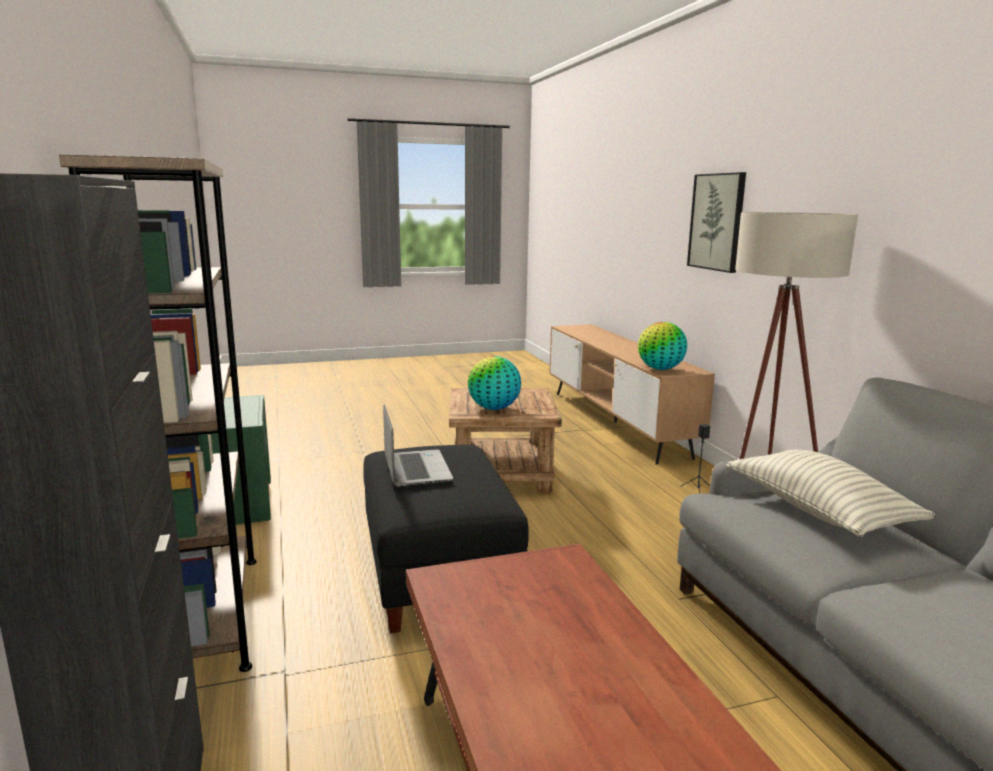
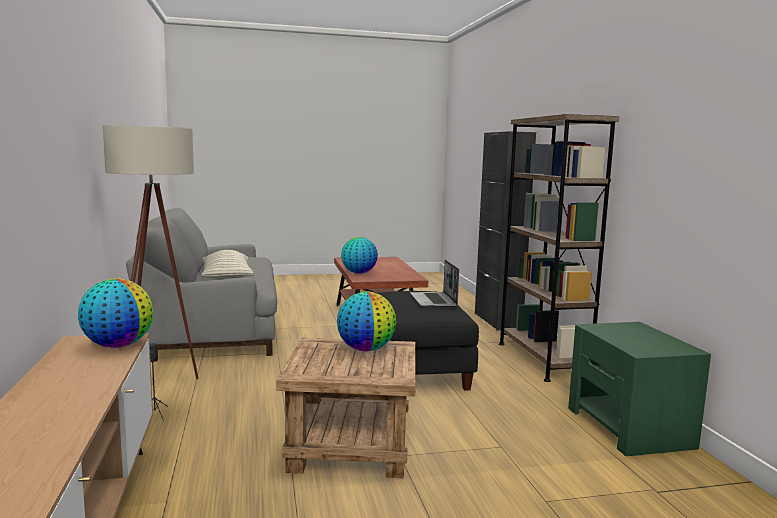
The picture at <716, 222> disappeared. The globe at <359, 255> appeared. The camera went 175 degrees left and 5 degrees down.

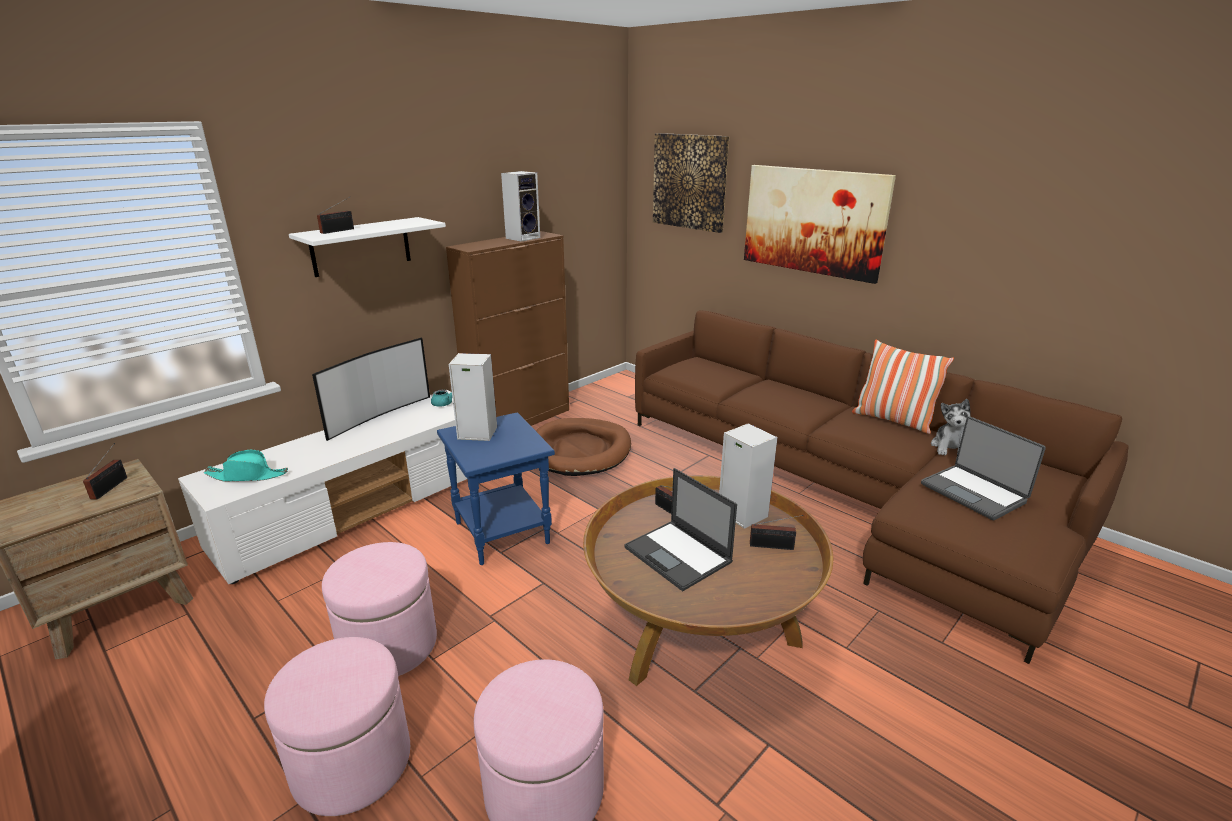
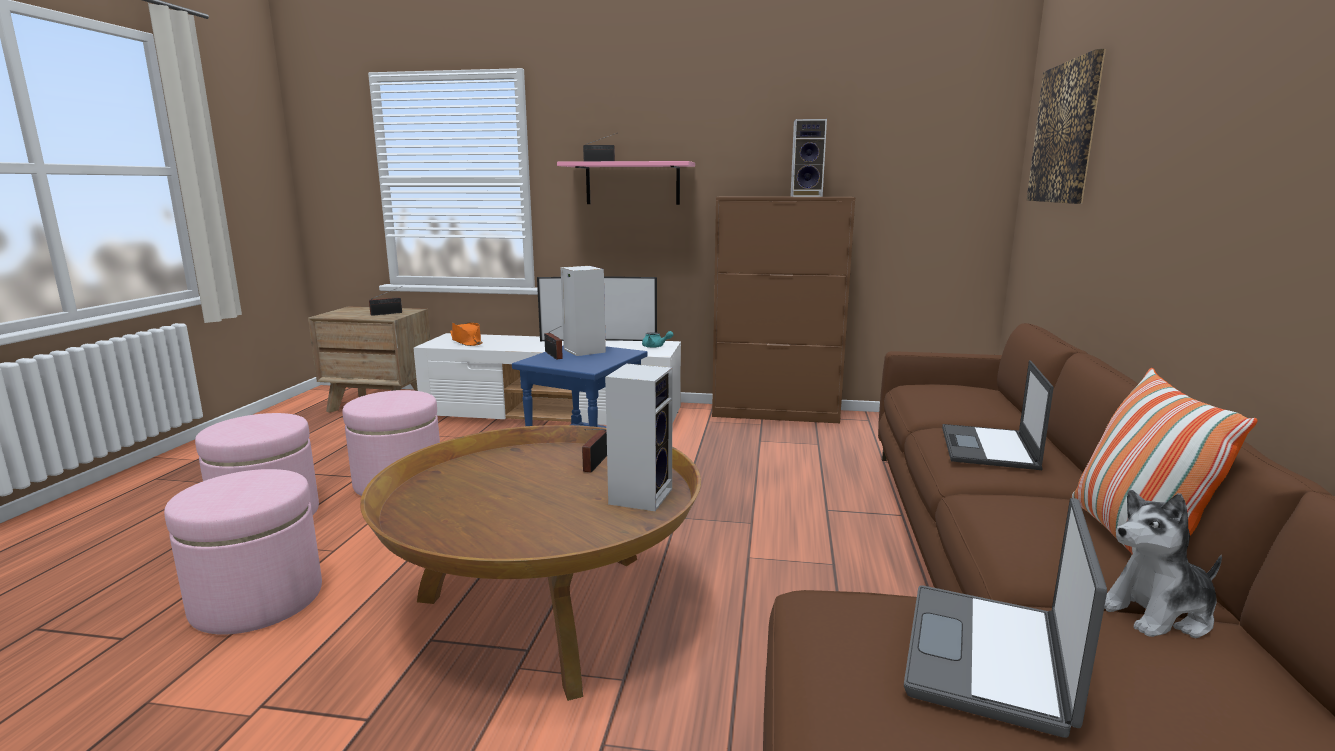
The hat (turquoise) at <246, 466> became the hat (orange) at <466, 334>. The shelf (white) at <367, 247> became the shelf (pink) at <626, 183>. The dog bed (brown) at <583, 447> disappeared. The laptop moved from <680, 529> to <998, 415>. The picture at <820, 224> disappeared. The radio moved from <776, 532> to <553, 343>. The camera went 55 degrees right and 10 degrees down.

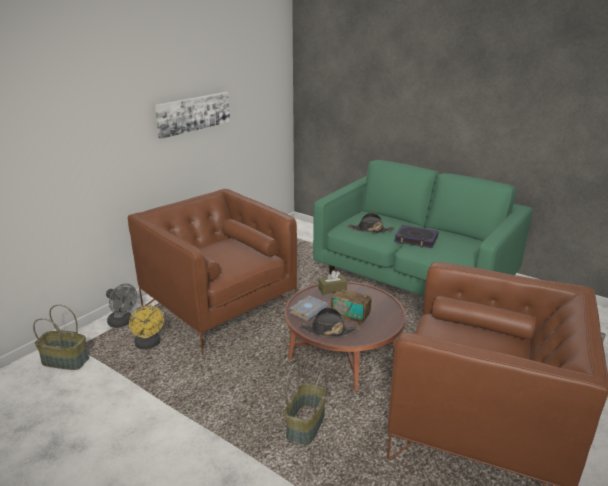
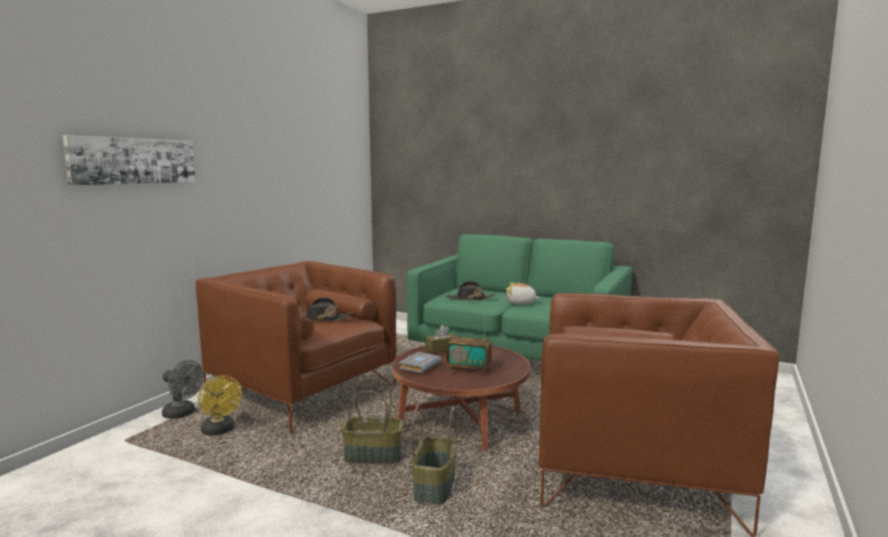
The basket moved from <61, 337> to <372, 421>. The picture moved from <192, 115> to <129, 160>. The hat (black) moved from <328, 322> to <327, 309>. The book at <416, 236> was replaced by the plush toy at <523, 293>. The camera went 10 degrees left and 15 degrees down.

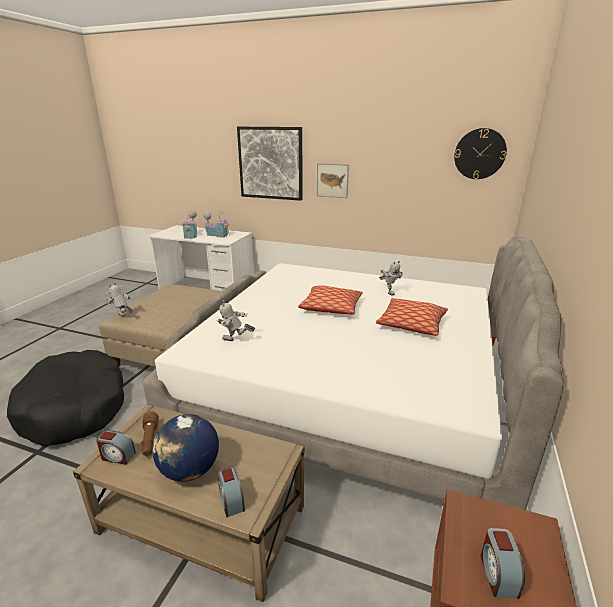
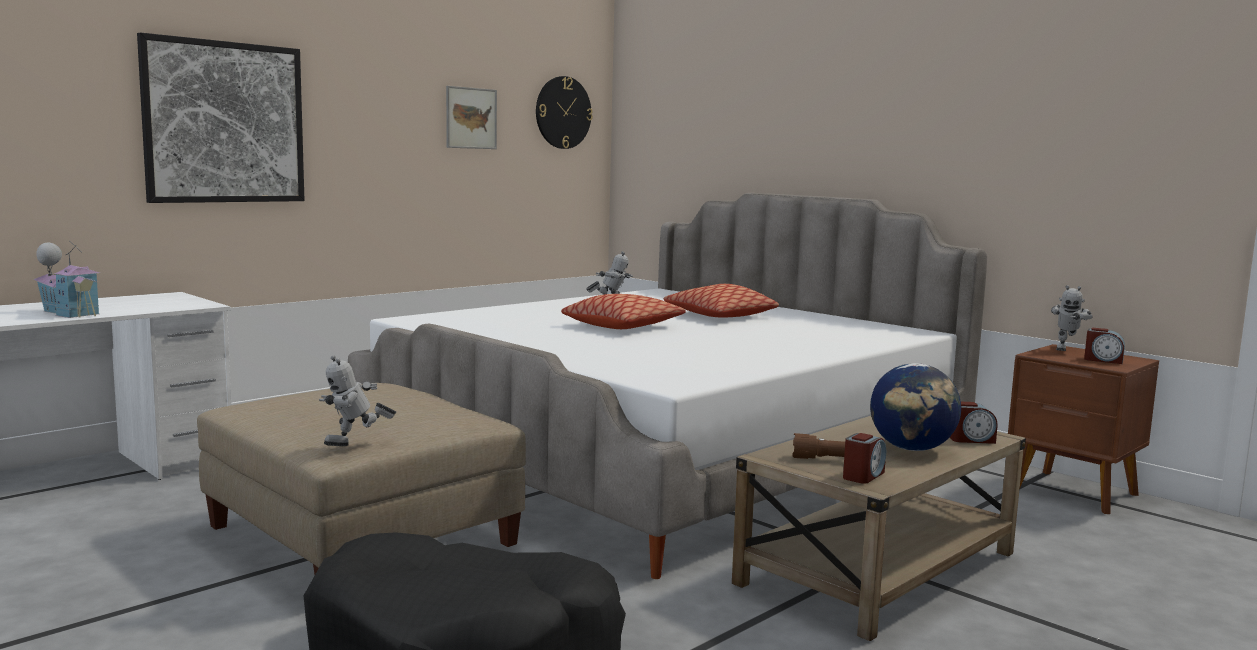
The toy house at <217, 224> disappeared. The toy robot moved from <235, 320> to <1072, 318>. The picture moved from <333, 180> to <471, 117>. The camera went 65 degrees left and 15 degrees down.

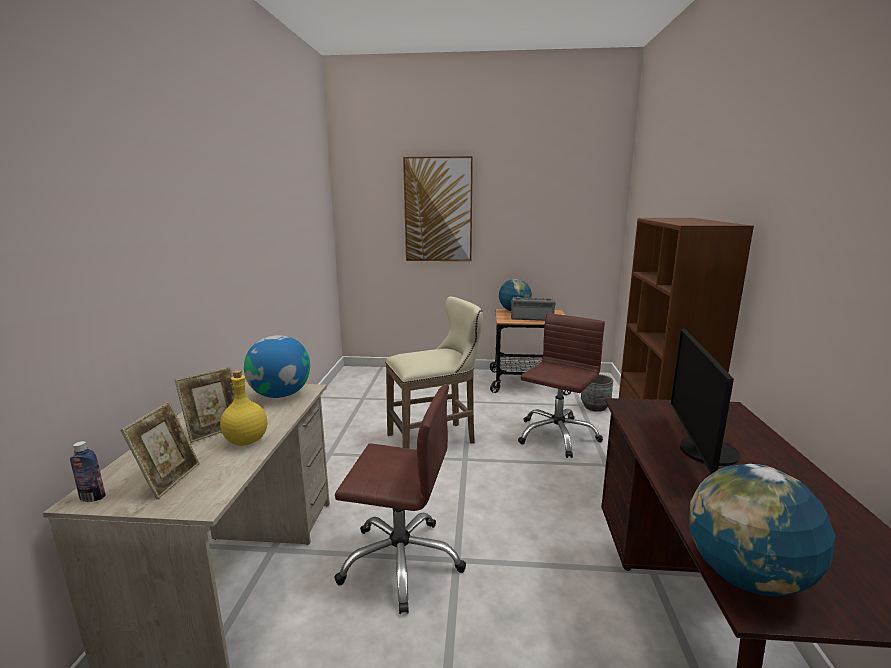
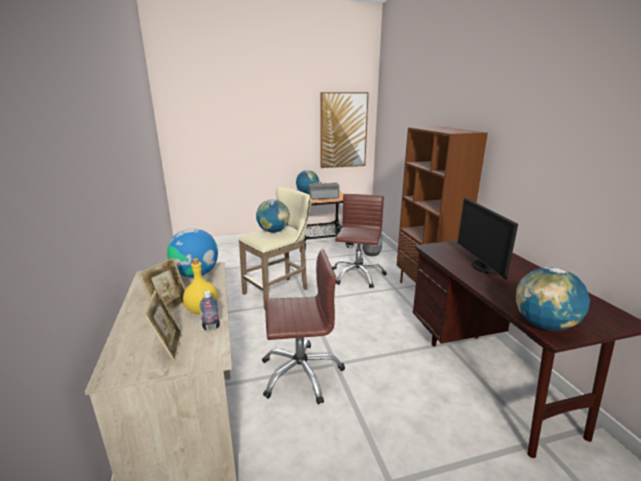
The bottle moved from <88, 471> to <209, 311>. The picture moved from <438, 208> to <345, 130>. The globe at <273, 216> appeared. The camera went 20 degrees left and 5 degrees up.

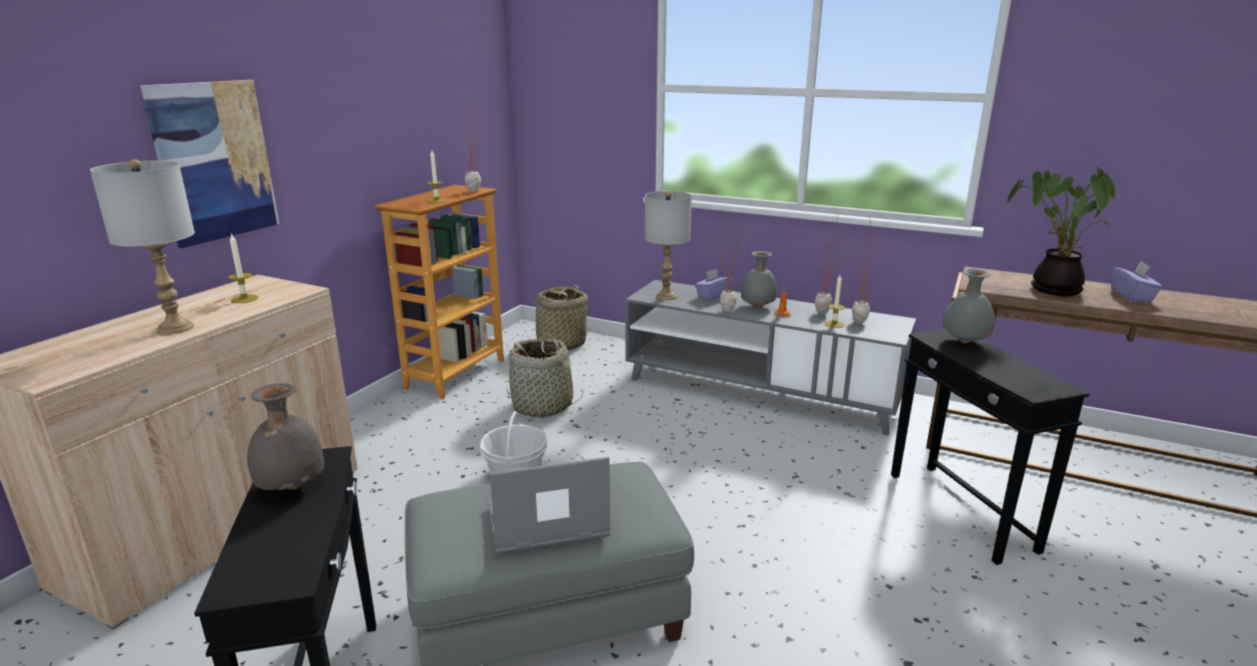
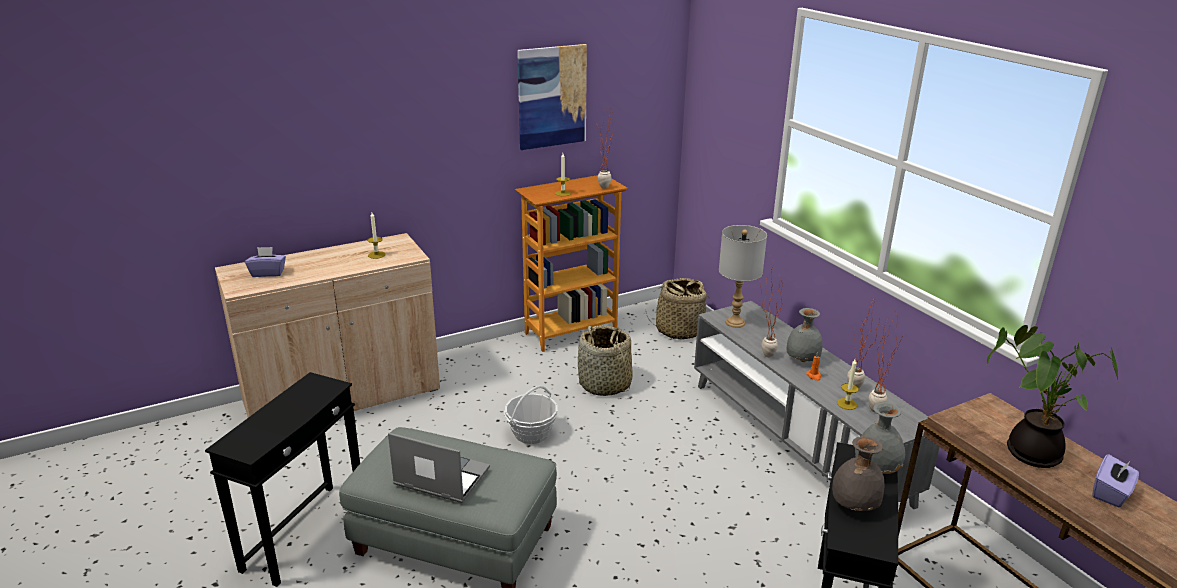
The table lamp (grey) at <142, 247> disappeared. The picture moved from <209, 164> to <552, 97>. The vase (grey) moved from <285, 436> to <858, 473>. The tissue box (purple) moved from <713, 285> to <265, 262>. The camera went 35 degrees right and 5 degrees up.

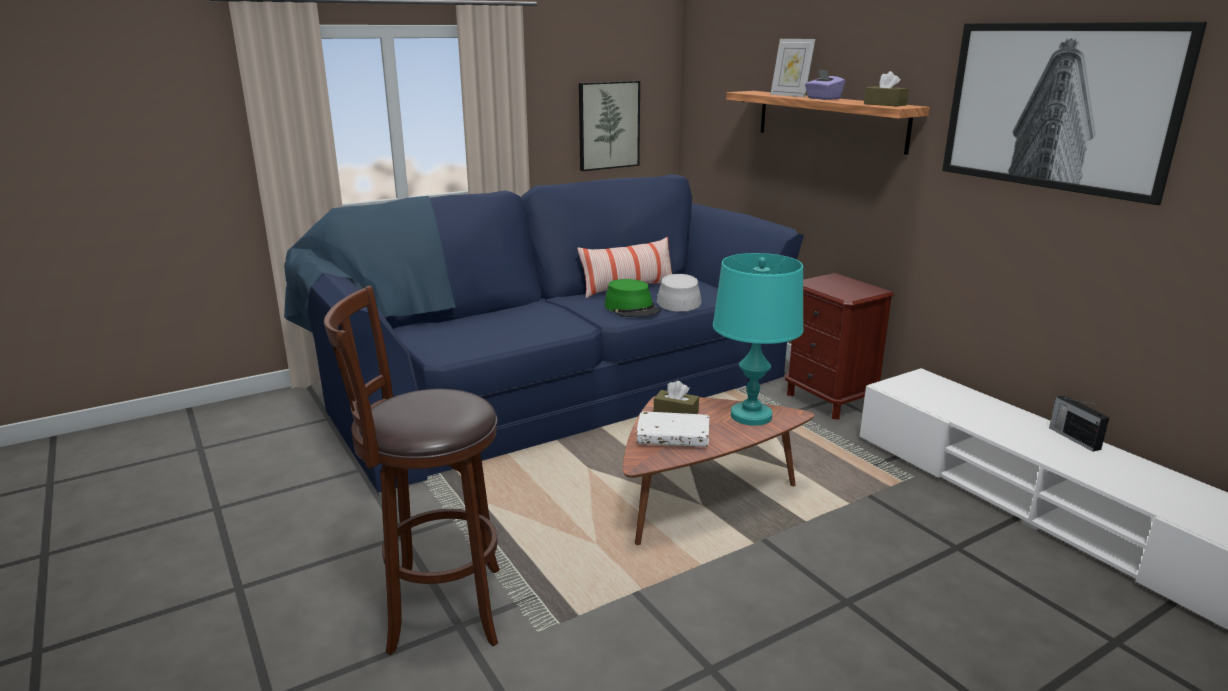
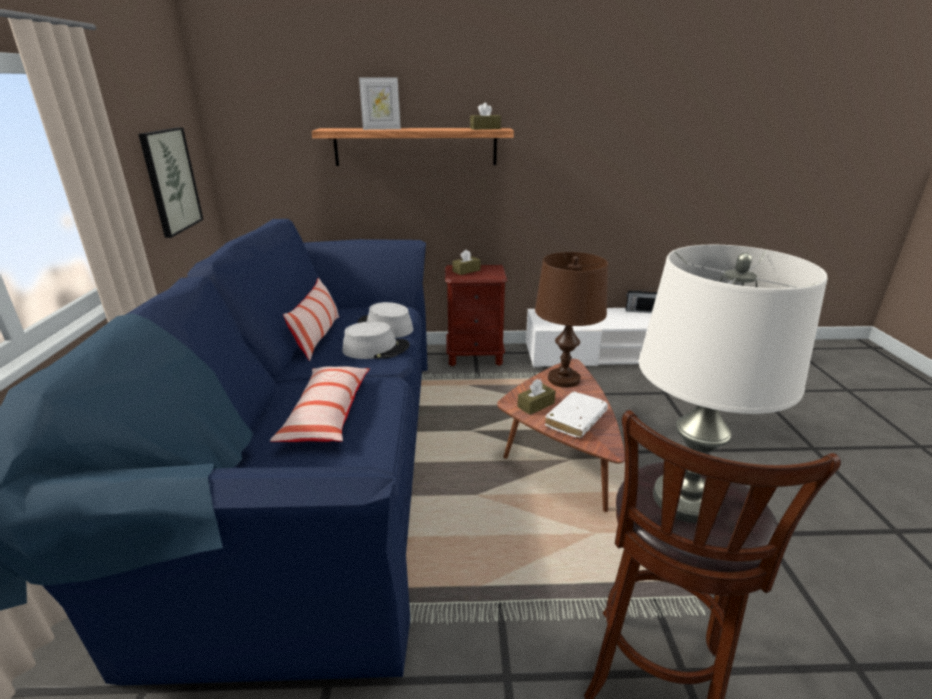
The hat (green) at <632, 298> became the hat (grey) at <376, 340>. The table lamp (turquoise) at <758, 339> became the table lamp (brown) at <571, 320>. The tissue box (purple) at <825, 84> disappeared. The picture at <1074, 113> disappeared. The pillow at <320, 404> appeared. The tissue box (brown) at <466, 262> appeared. The table lamp (white) at <733, 384> appeared. The camera went 60 degrees left and 5 degrees up.

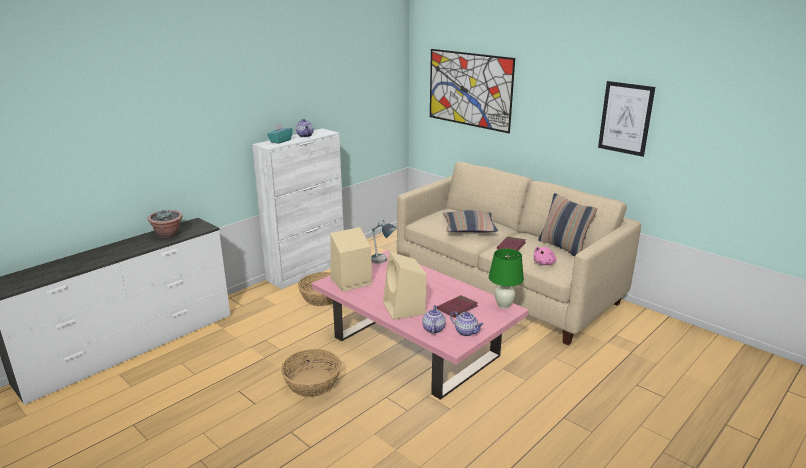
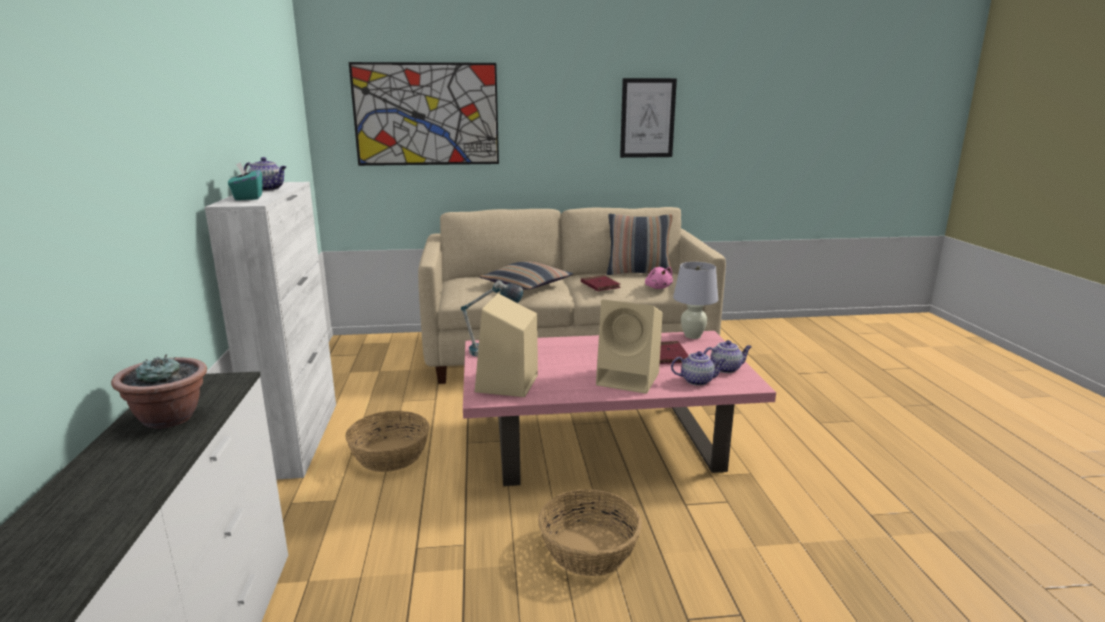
The teapot at <434, 319> turned 135 degrees clockwise. The table lamp (green) at <506, 279> became the table lamp (white) at <695, 300>. The camera went 50 degrees left and 5 degrees down.

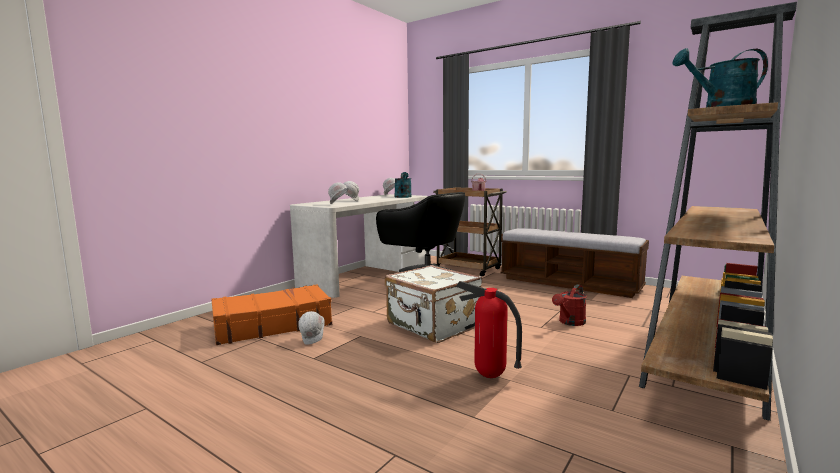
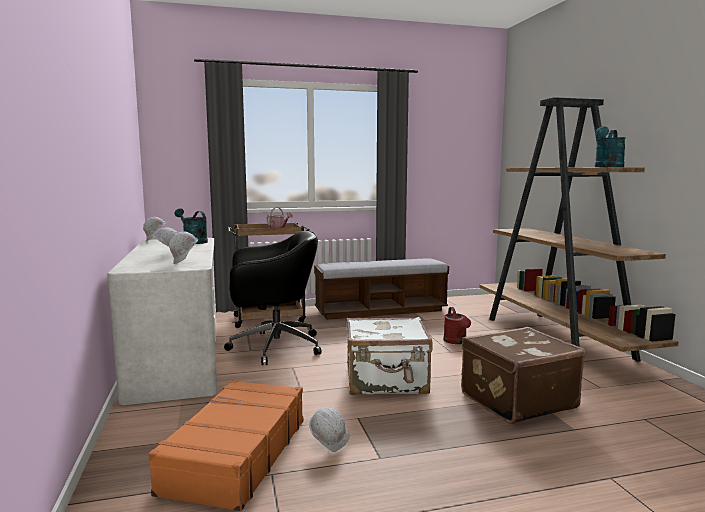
The fire extinguisher at <489, 329> was replaced by the suitcase (brown) at <523, 375>. The camera went 50 degrees left and 0 degrees up.

